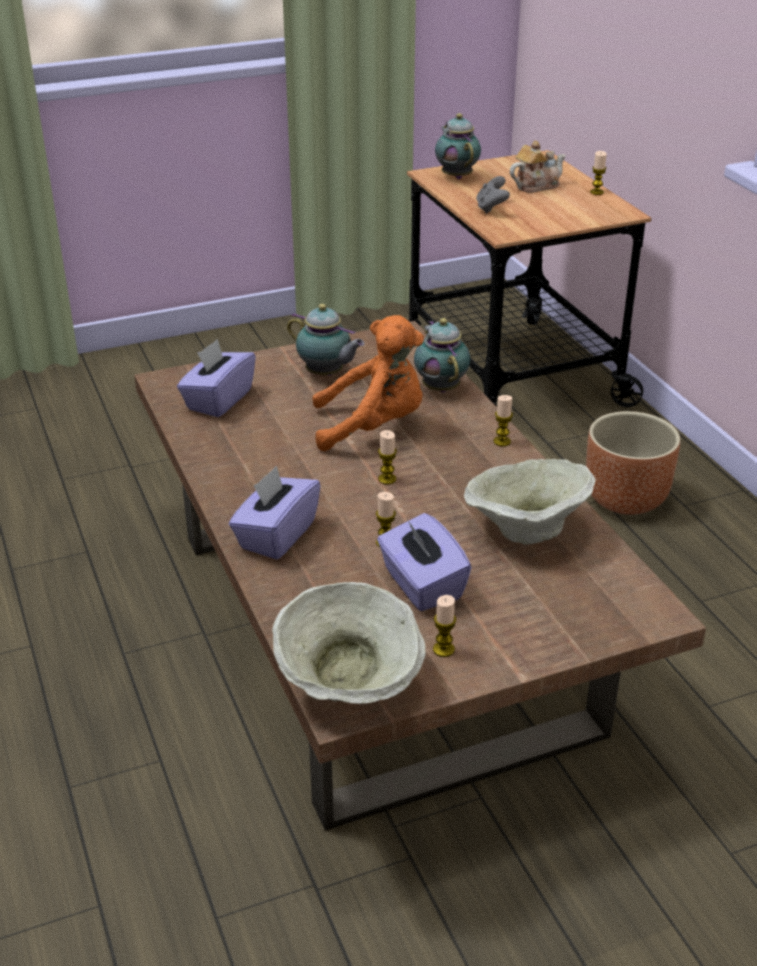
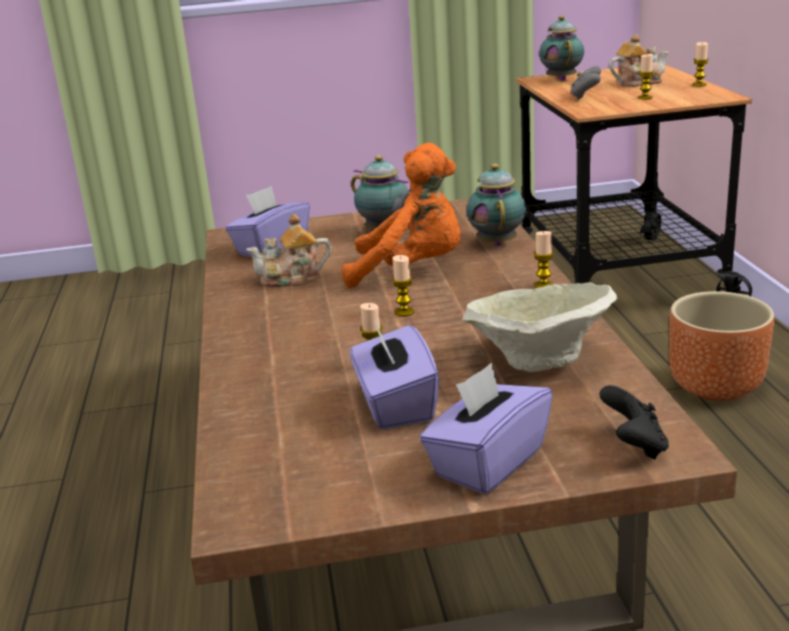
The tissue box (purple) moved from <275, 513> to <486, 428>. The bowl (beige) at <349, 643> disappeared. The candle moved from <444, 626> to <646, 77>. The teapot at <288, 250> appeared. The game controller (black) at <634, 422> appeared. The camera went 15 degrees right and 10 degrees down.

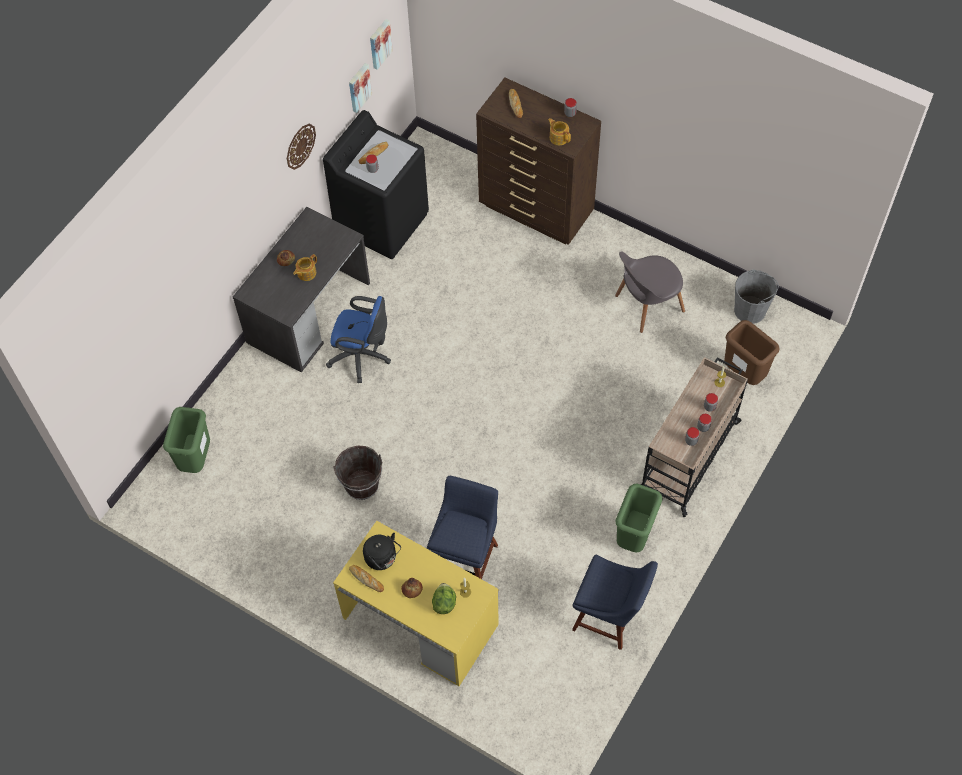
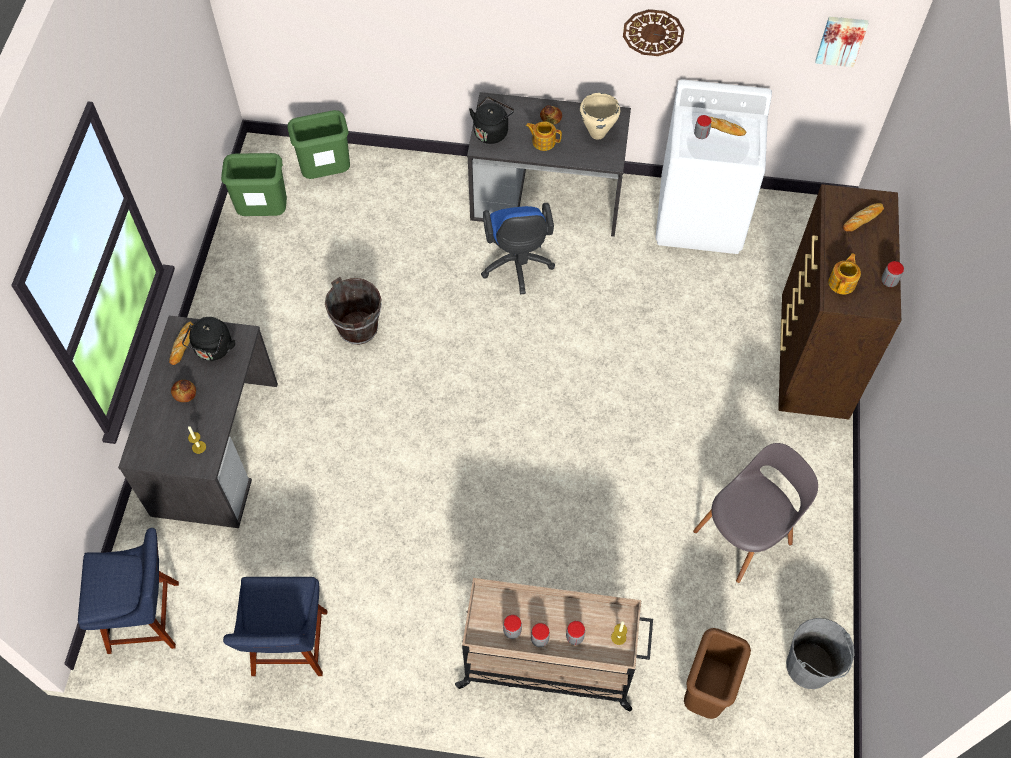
The washing machine (black) at <376, 184> became the washing machine (white) at <713, 166>. The desk (yellow) at <416, 603> became the desk (grey) at <198, 421>. The picture at <360, 88> disappeared. The chair (blue) moved from <462, 527> to <128, 591>. The lettuce at <444, 598> disappeared. The chair (grey) at <650, 292> turned 105 degrees clockwise. The trash can (green) moved from <639, 518> to <254, 184>. The kettle (black) at <491, 120> appeared. The cooking pot (beige) at <600, 116> appeared. The camera went 65 degrees right and 0 degrees up.

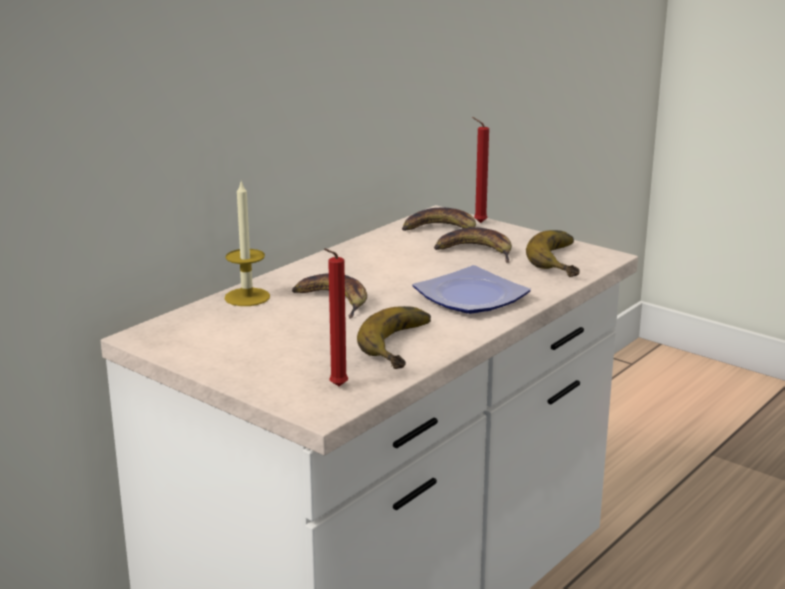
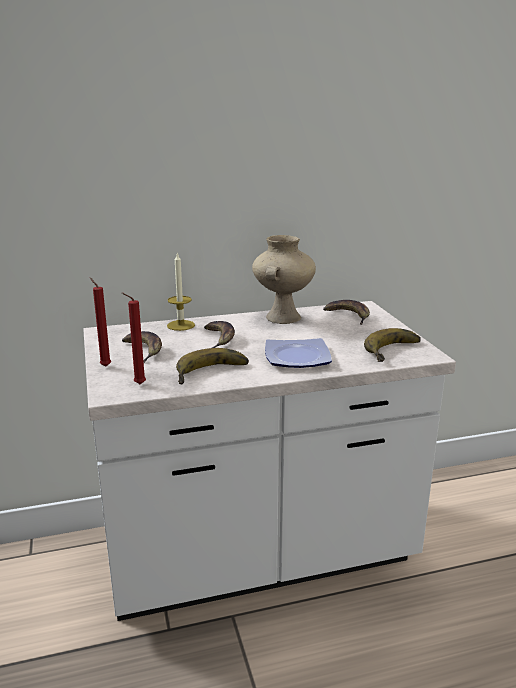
The banana moved from <473, 245> to <142, 347>. The candle (red) moved from <480, 170> to <100, 321>. The vase (beige) at <284, 279> appeared. The camera went 35 degrees right and 0 degrees up.

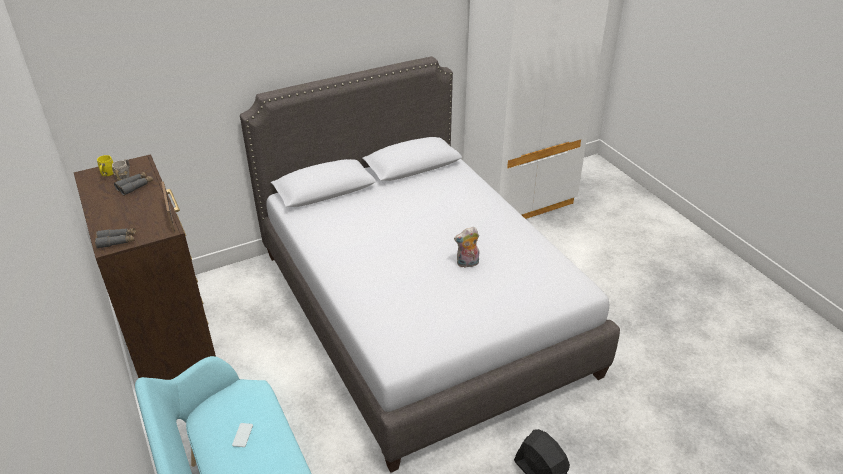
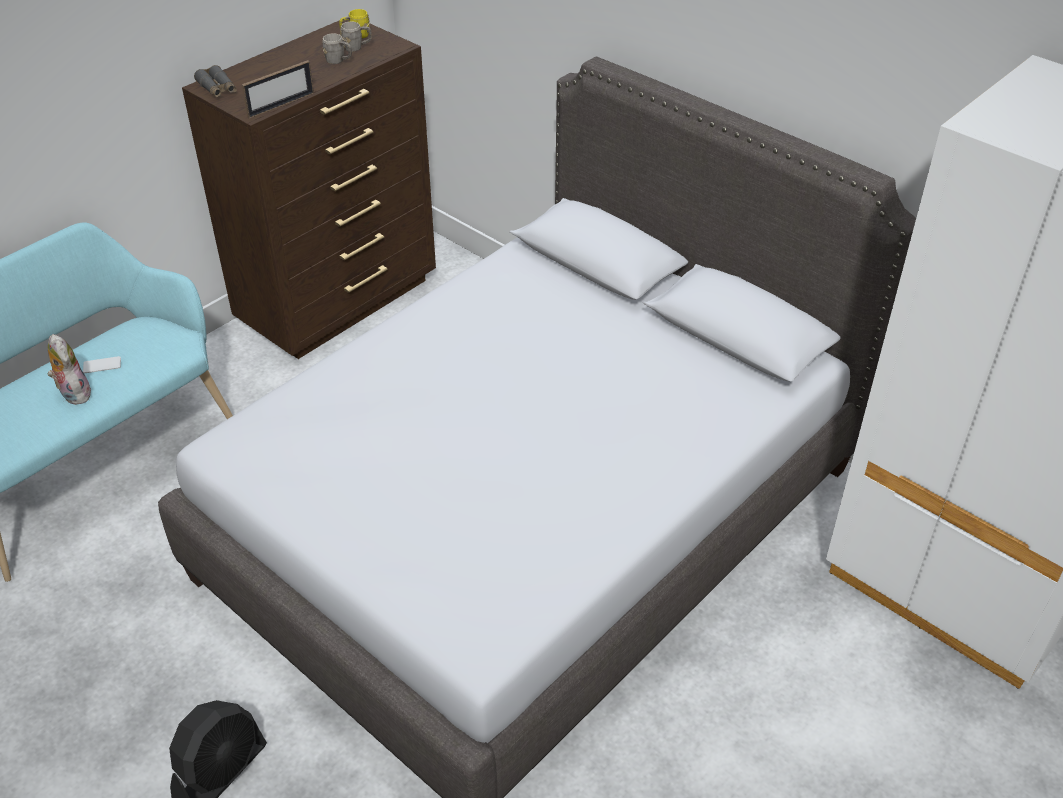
The binoculars (grey) at <133, 183> was replaced by the mug (grey) at <337, 48>. The plush toy moved from <466, 247> to <69, 369>. The camera went 70 degrees right and 5 degrees up.

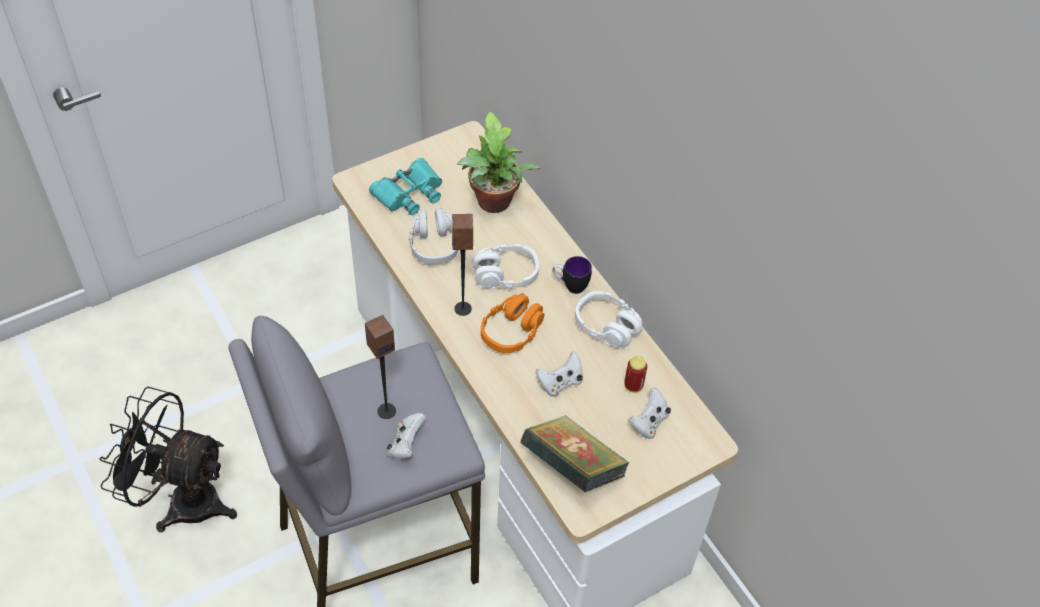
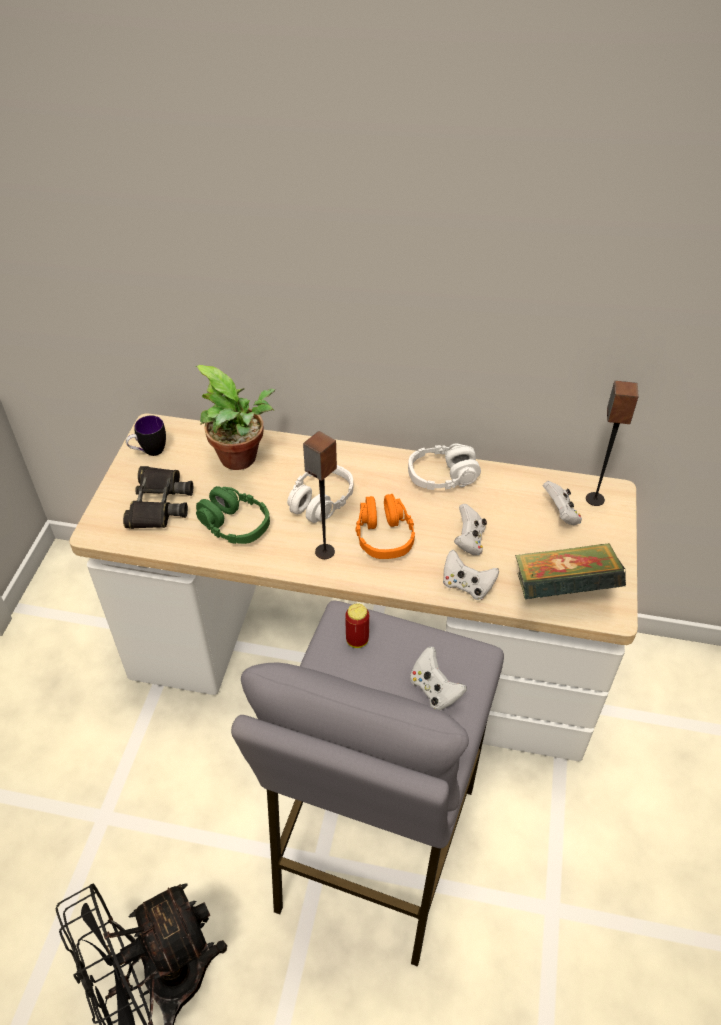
The speaker moved from <380, 367> to <612, 443>. The binoculars (turquoise) at <405, 186> became the binoculars (black) at <158, 497>. The headphones (grey) at <434, 236> became the headphones (green) at <233, 515>. The mug moved from <572, 275> to <146, 436>. The can moved from <635, 374> to <357, 625>. The game controller (white) at <471, 575> appeared. The camera went 45 degrees left and 5 degrees down.

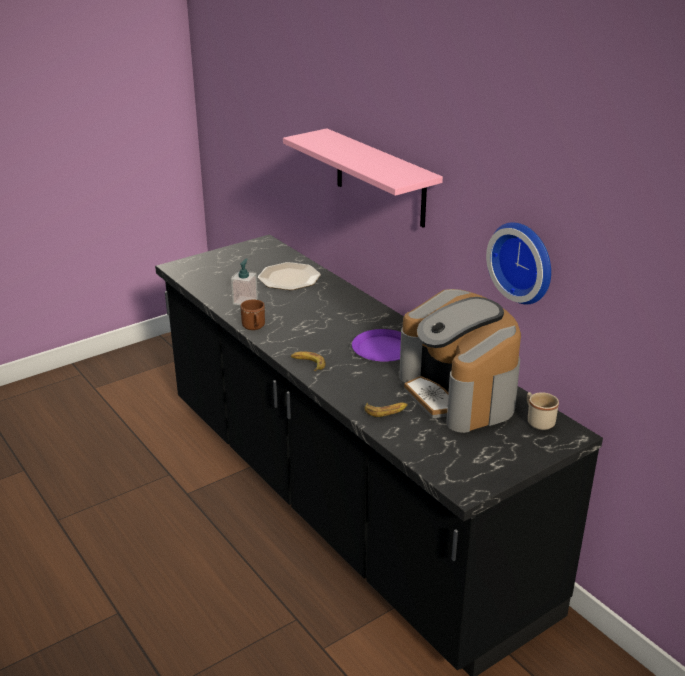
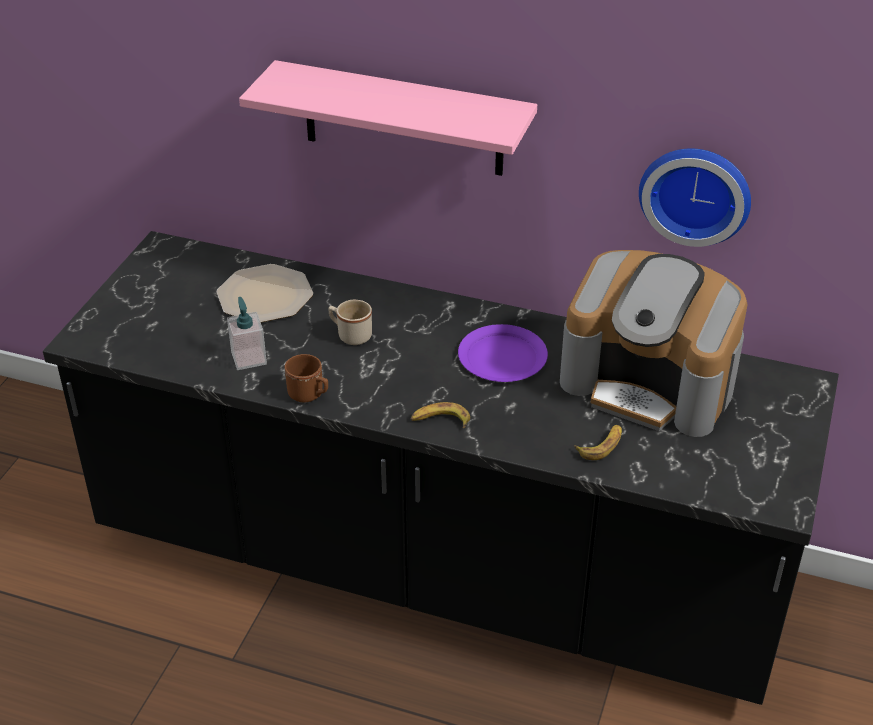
The mug (beige) moved from <543, 411> to <350, 322>. The camera went 35 degrees left and 10 degrees up.

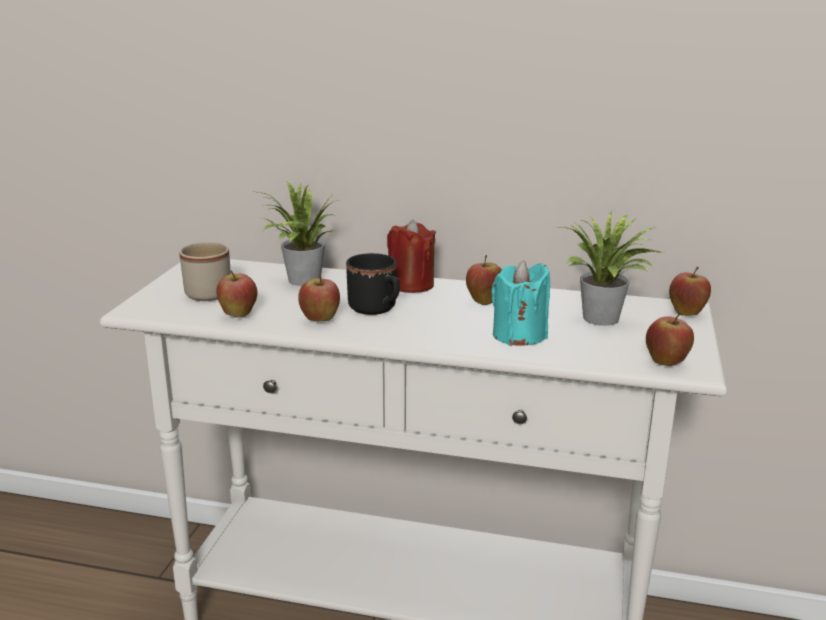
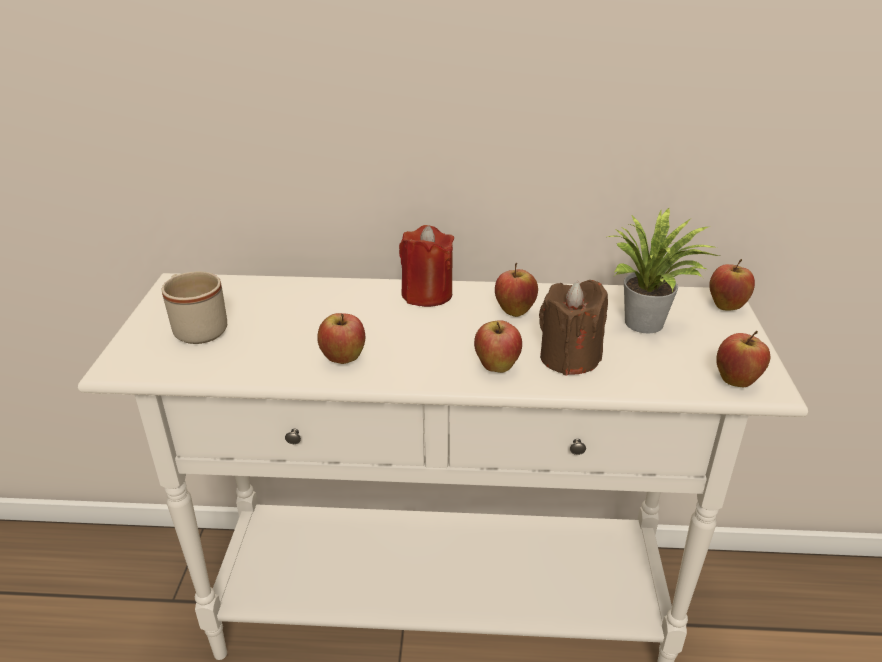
The apple moved from <237, 294> to <498, 346>. The potted plant at <298, 233> disappeared. The mug (black) at <373, 284> disappeared. The candle (turquoise) at <520, 303> became the candle (brown) at <573, 328>. The camera went 10 degrees left and 10 degrees up.

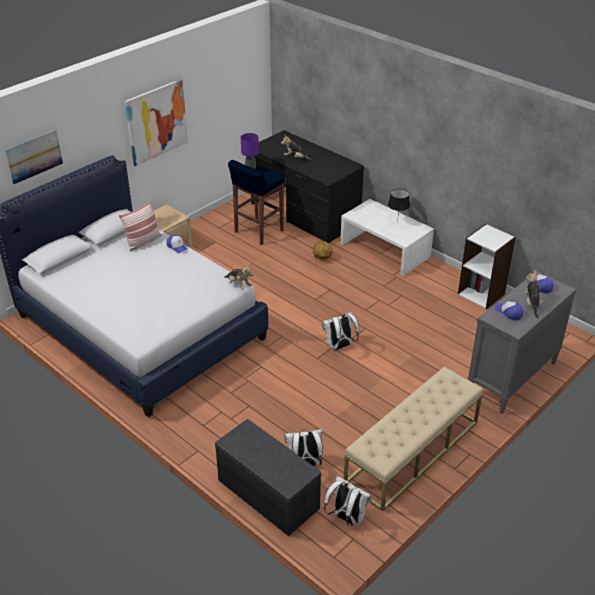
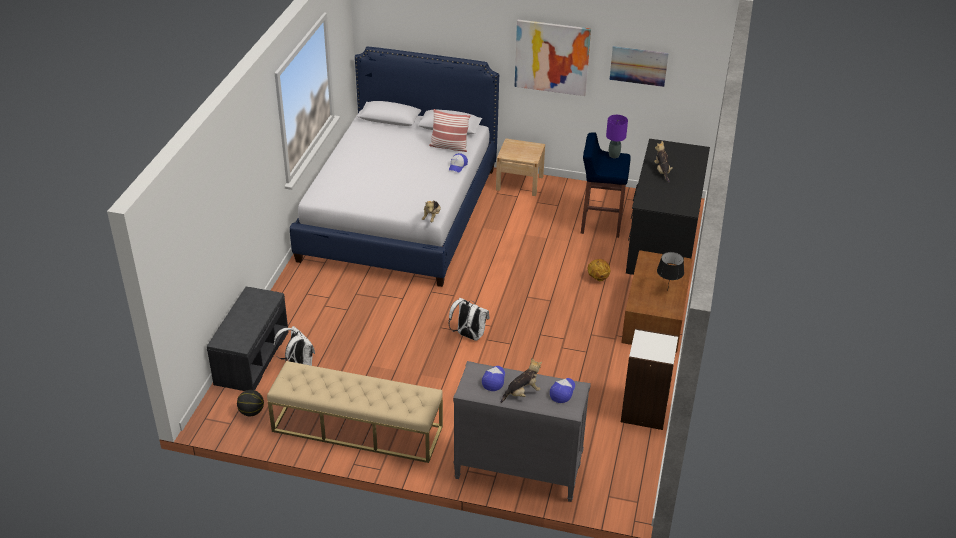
The picture moved from <34, 157> to <639, 66>. The backpack (white) at <347, 501> was replaced by the basketball at <250, 403>. The coffee table (white) at <387, 237> became the coffee table (brown) at <657, 301>. The camera went 60 degrees right and 0 degrees up.

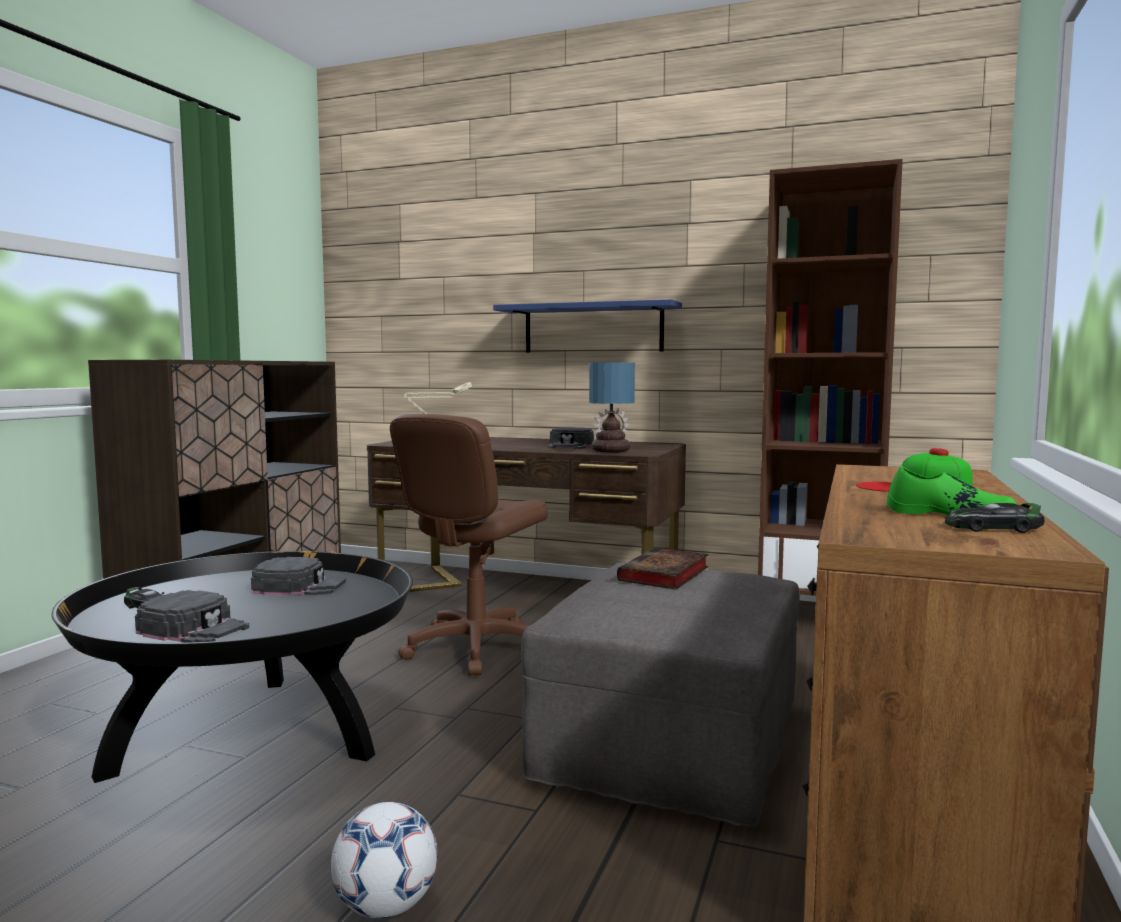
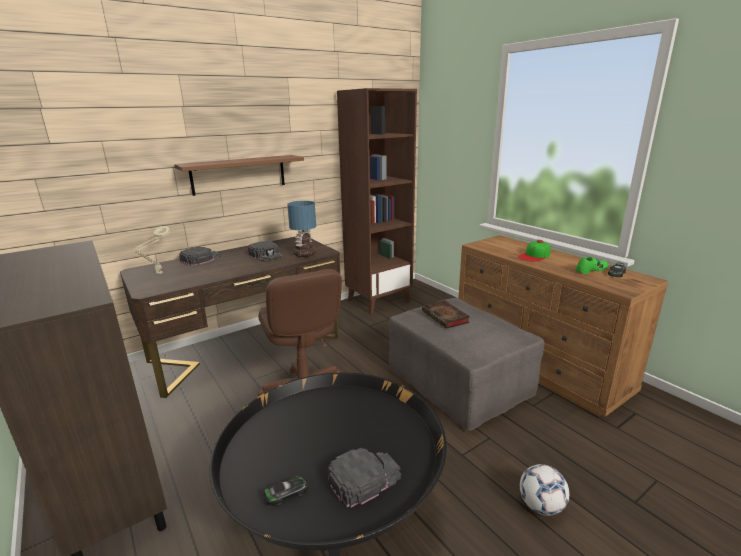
The cap (black) moved from <298, 576> to <200, 256>. The shelf (blue) at <587, 326> became the shelf (brown) at <239, 175>. The camera went 55 degrees left and 15 degrees up.

